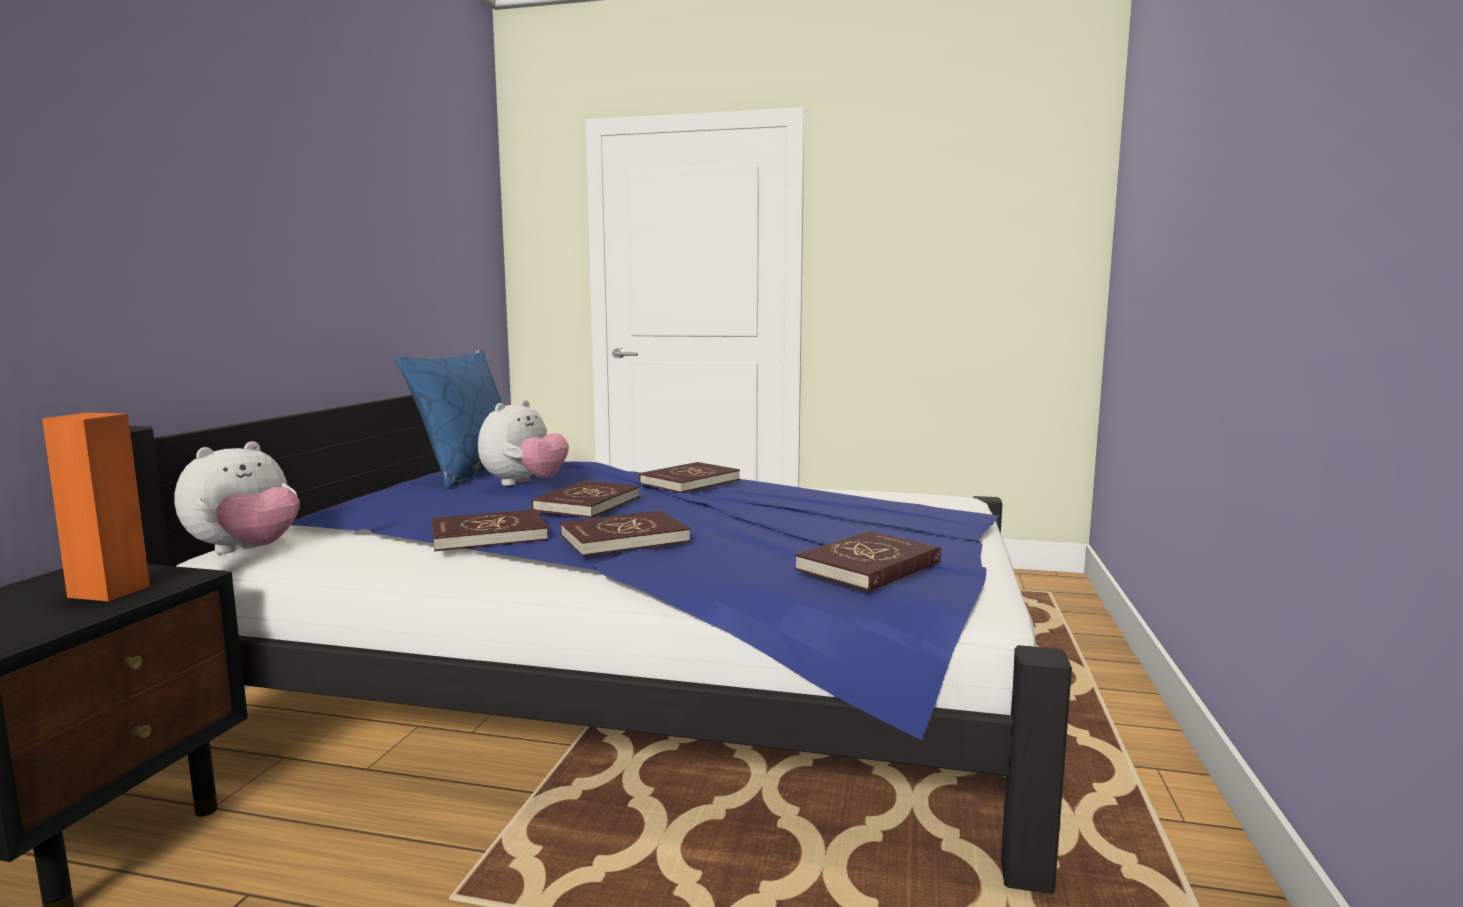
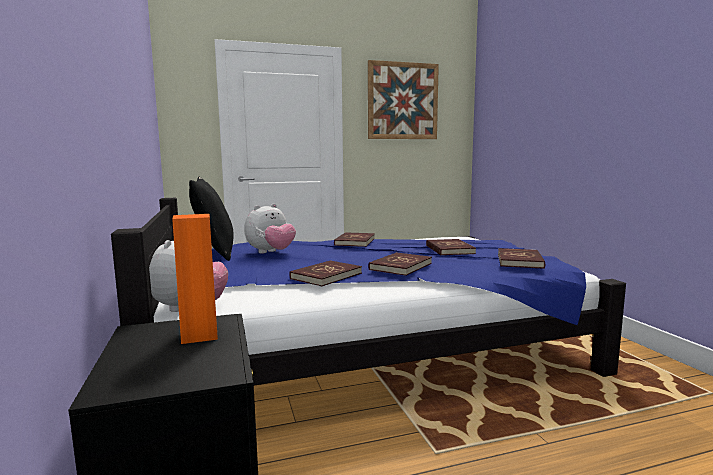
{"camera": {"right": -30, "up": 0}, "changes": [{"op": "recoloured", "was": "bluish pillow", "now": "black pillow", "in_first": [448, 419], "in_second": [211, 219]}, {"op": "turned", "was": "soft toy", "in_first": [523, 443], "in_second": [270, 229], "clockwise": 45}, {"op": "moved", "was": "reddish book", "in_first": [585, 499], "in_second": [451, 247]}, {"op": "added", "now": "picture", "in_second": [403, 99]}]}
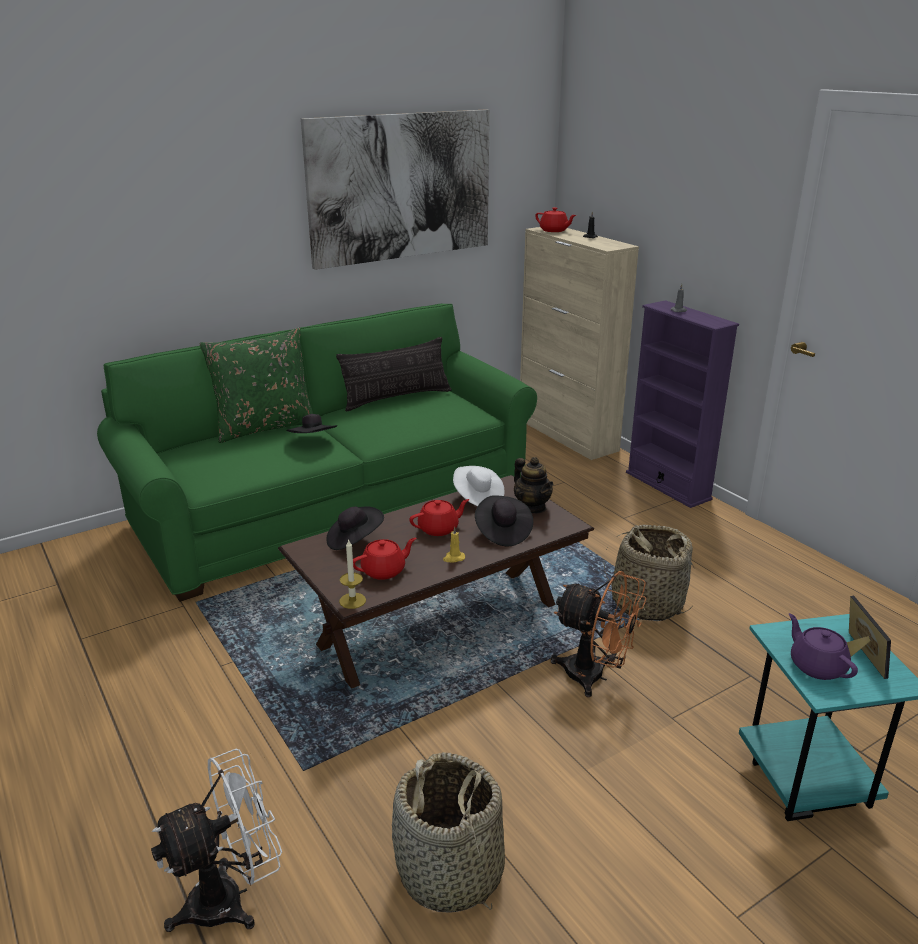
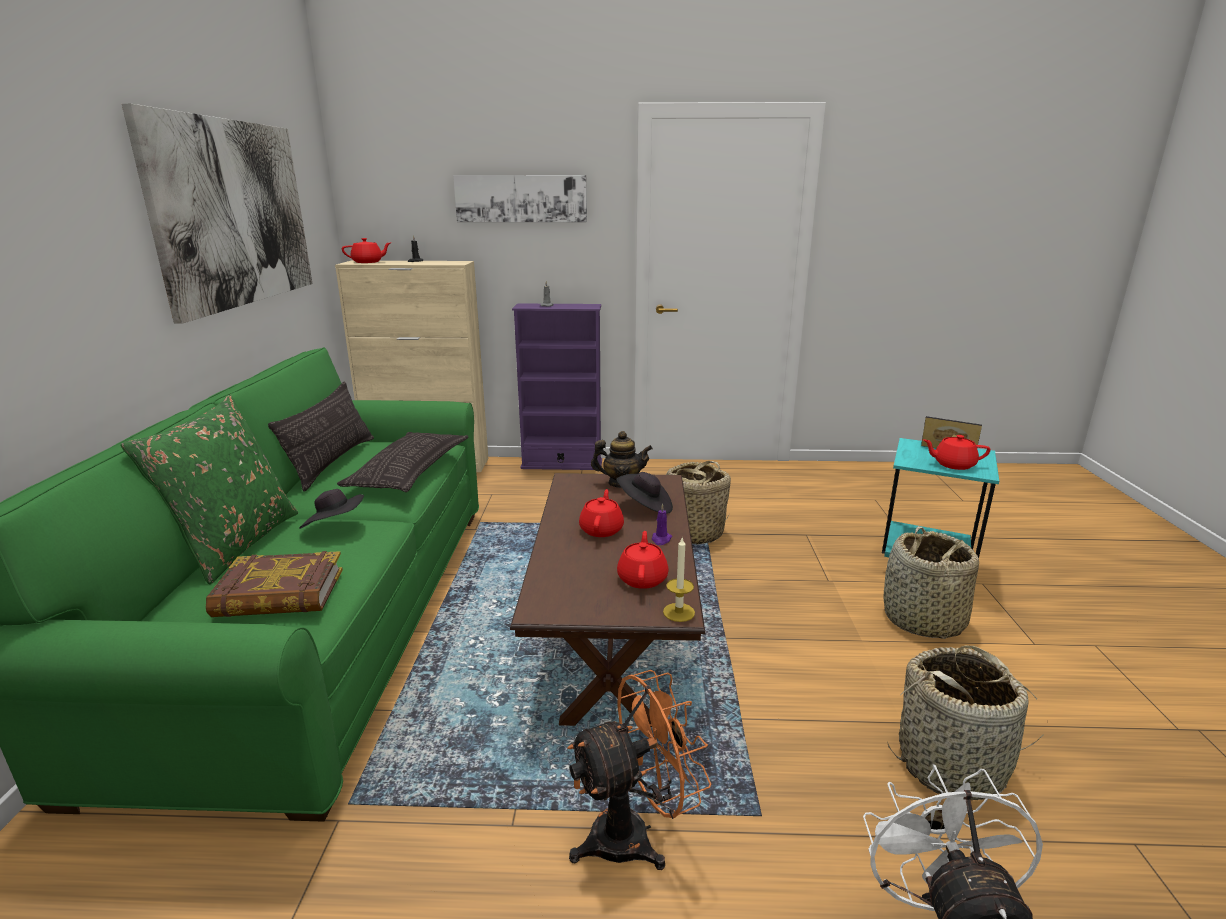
{"camera": {"right": -55, "up": -5}, "changes": [{"op": "removed", "was": "black wearable hat", "in_first": [355, 528]}, {"op": "recoloured", "was": "yellowish wax light", "now": "purplish wax light", "in_first": [454, 544], "in_second": [662, 524]}, {"op": "removed", "was": "white wearable hat", "in_first": [478, 486]}, {"op": "moved", "was": "orangey cooling fan", "in_first": [598, 634], "in_second": [639, 770]}, {"op": "recoloured", "was": "purplish pot for tea", "now": "reddish pot for tea", "in_first": [823, 646], "in_second": [957, 452]}, {"op": "added", "now": "book", "in_second": [274, 584]}, {"op": "added", "now": "pillow", "in_second": [402, 462]}, {"op": "added", "now": "picture", "in_second": [520, 198]}, {"op": "added", "now": "basket", "in_second": [931, 582]}]}
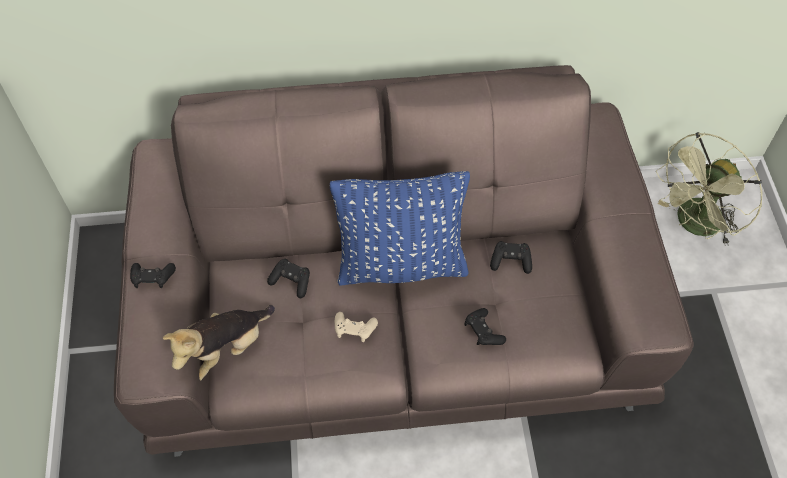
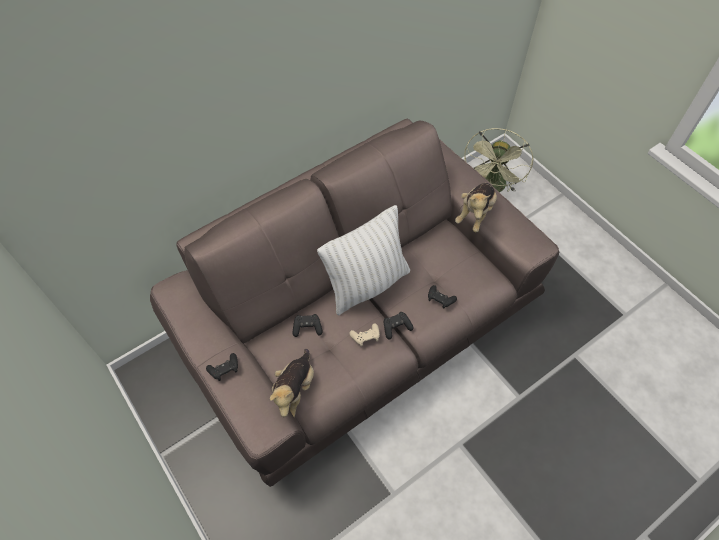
{"camera": {"right": -30, "up": 0}, "changes": [{"op": "recoloured", "was": "bluish pillow", "now": "white pillow", "in_first": [400, 228], "in_second": [363, 260]}, {"op": "moved", "was": "black joypad", "in_first": [511, 257], "in_second": [398, 326]}, {"op": "added", "now": "soft toy", "in_second": [476, 207]}]}
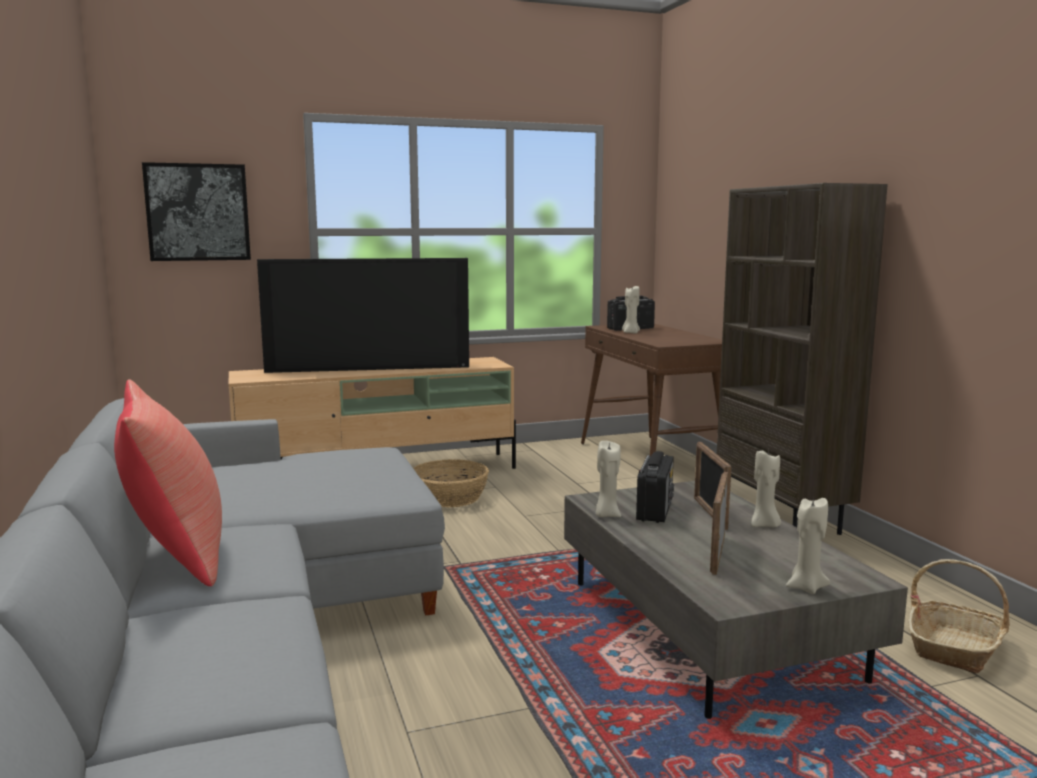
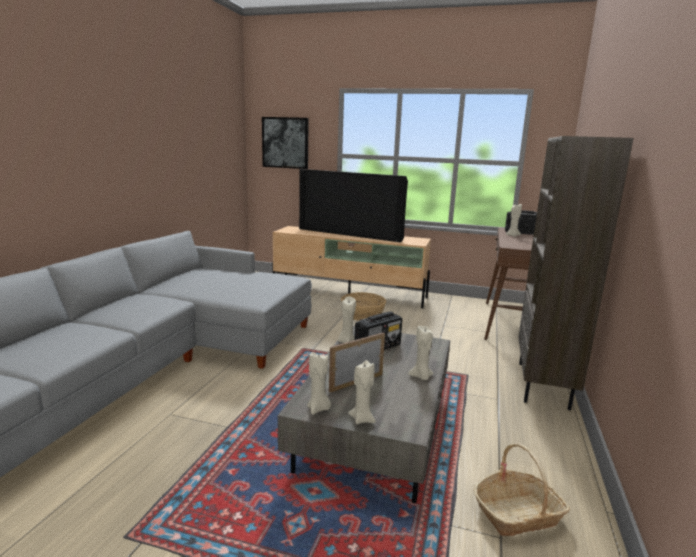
{"camera": {"right": 35, "up": 5}, "changes": [{"op": "removed", "was": "reddish pillow", "in_first": [168, 482]}, {"op": "removed", "was": "photo frame", "in_first": [712, 486]}, {"op": "added", "now": "beige-coloured wax light", "in_second": [319, 383]}]}
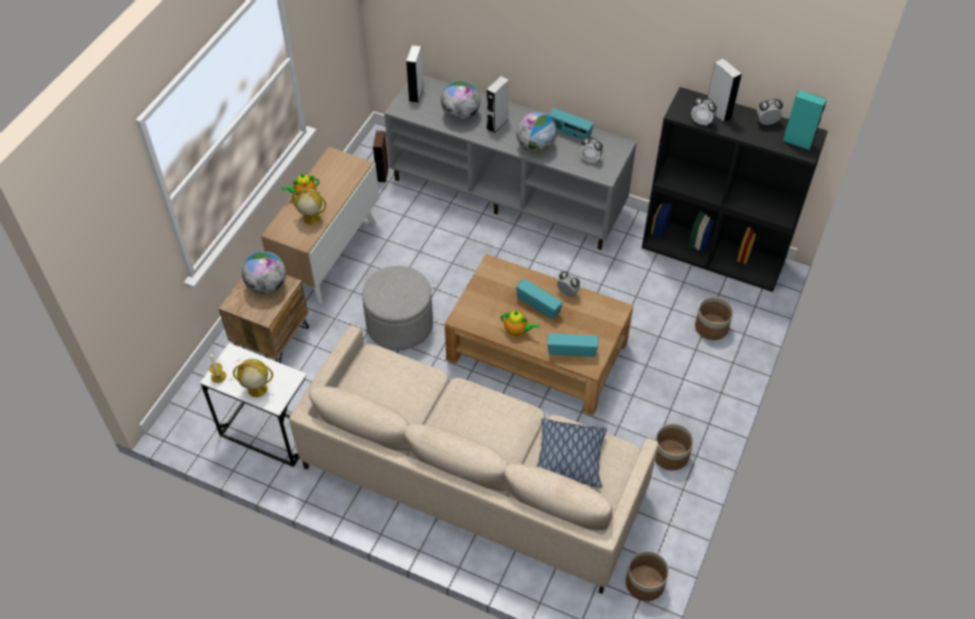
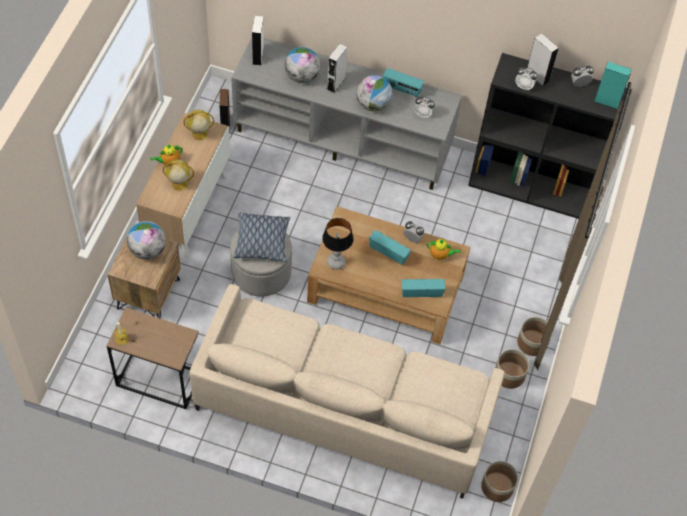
{"camera": {"right": -10, "up": 5}, "changes": [{"op": "recoloured", "was": "white accent table", "now": "brownish accent table", "in_first": [253, 405], "in_second": [152, 358]}, {"op": "moved", "was": "desk globe", "in_first": [253, 378], "in_second": [198, 125]}, {"op": "moved", "was": "pot for tea", "in_first": [520, 323], "in_second": [444, 249]}, {"op": "moved", "was": "pillow", "in_first": [572, 453], "in_second": [261, 237]}, {"op": "moved", "was": "flower pot", "in_first": [714, 318], "in_second": [534, 336]}, {"op": "added", "now": "lamp for a table", "in_second": [337, 244]}]}
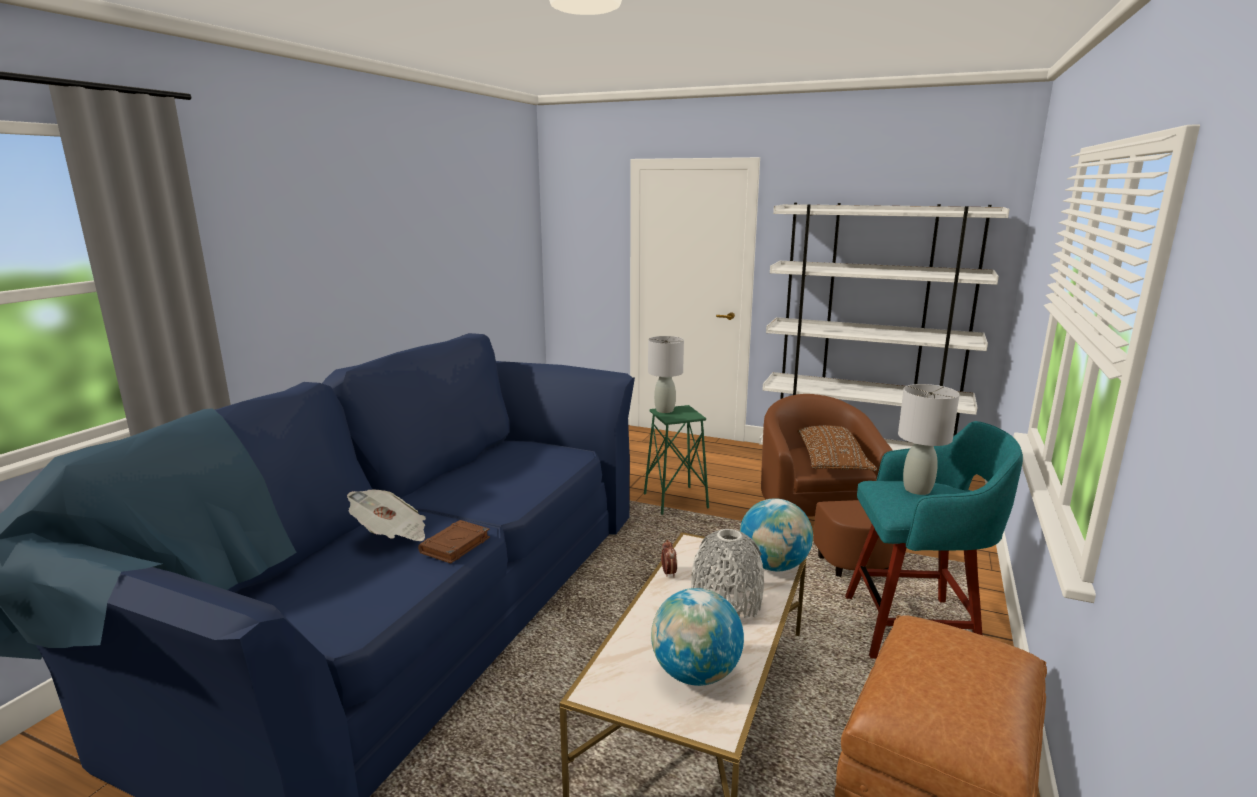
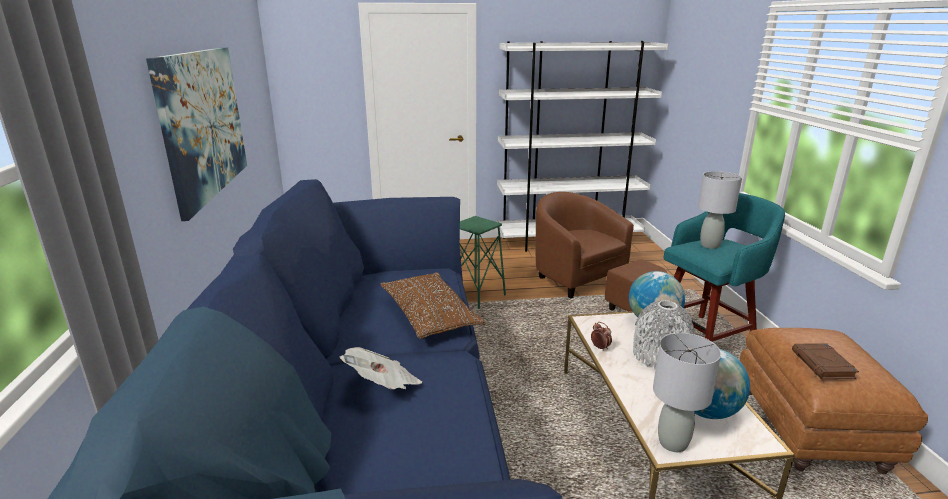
{"camera": {"right": -30, "up": 5}, "changes": [{"op": "moved", "was": "brownish book", "in_first": [454, 542], "in_second": [825, 361]}, {"op": "moved", "was": "gray lamp for a table", "in_first": [666, 374], "in_second": [687, 392]}, {"op": "moved", "was": "brownish pillow", "in_first": [837, 448], "in_second": [433, 305]}, {"op": "added", "now": "picture", "in_second": [196, 134]}]}
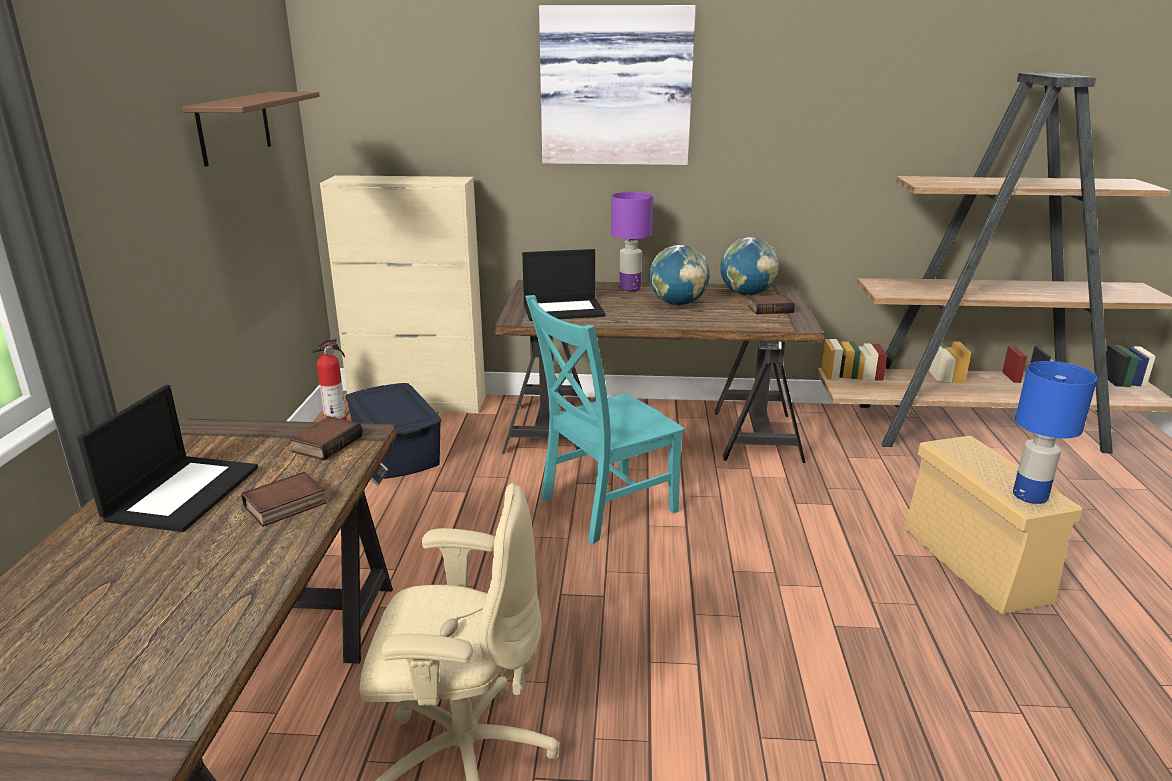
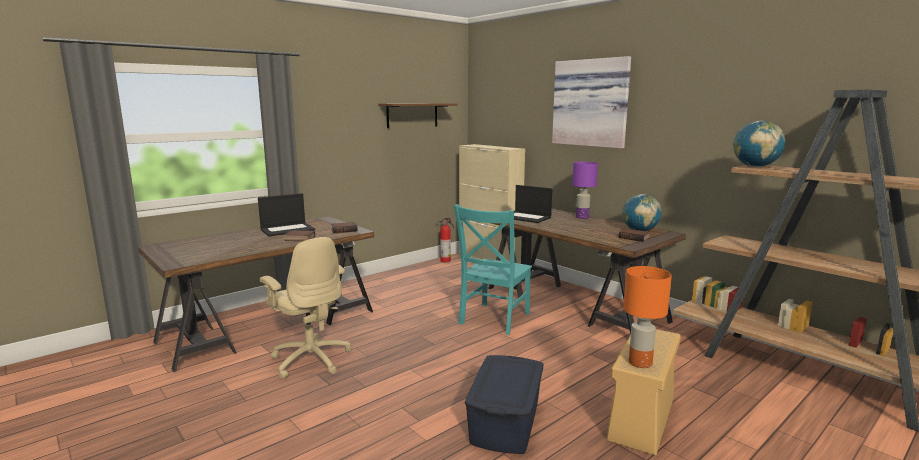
{"camera": {"right": 45, "up": -10}, "changes": [{"op": "moved", "was": "bluish storage box", "in_first": [393, 431], "in_second": [504, 404]}, {"op": "turned", "was": "turquoise upright chair", "in_first": [605, 419], "in_second": [493, 270], "clockwise": -75}, {"op": "moved", "was": "desk globe", "in_first": [679, 275], "in_second": [759, 144]}, {"op": "recoloured", "was": "bluish lamp for a table", "now": "orangey lamp for a table", "in_first": [1055, 432], "in_second": [647, 317]}]}
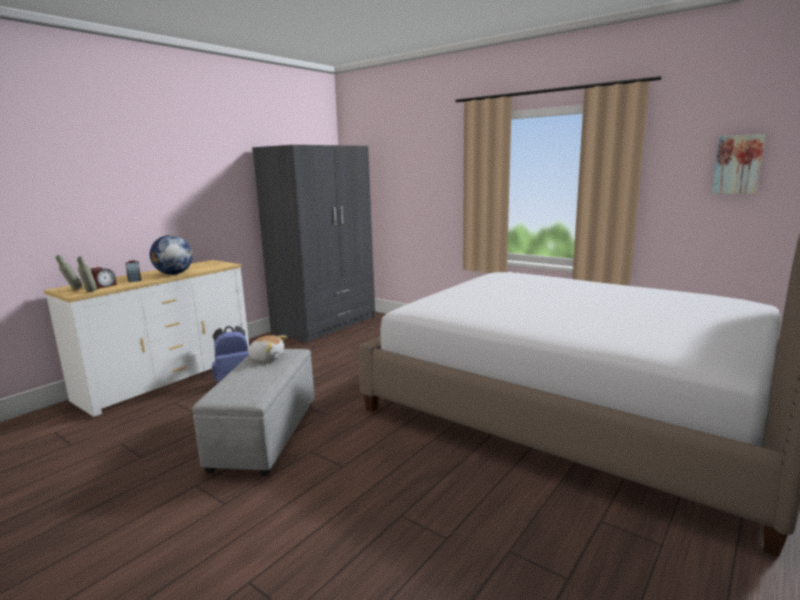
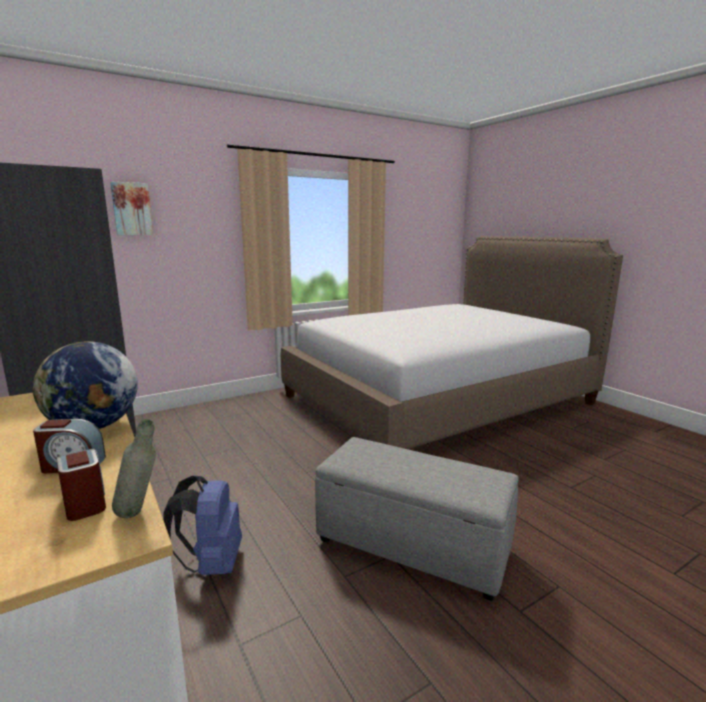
{"camera": {"right": -70, "up": 0}, "changes": [{"op": "removed", "was": "gray bottle", "in_first": [69, 272]}, {"op": "removed", "was": "soft toy", "in_first": [267, 348]}, {"op": "moved", "was": "picture", "in_first": [738, 164], "in_second": [131, 208]}]}
